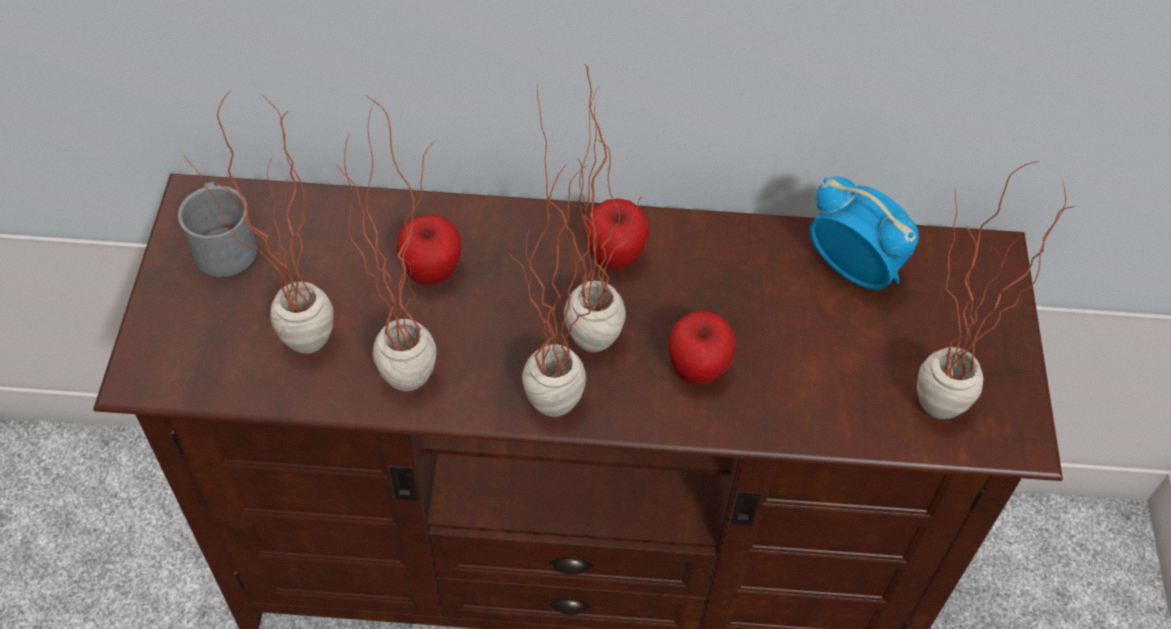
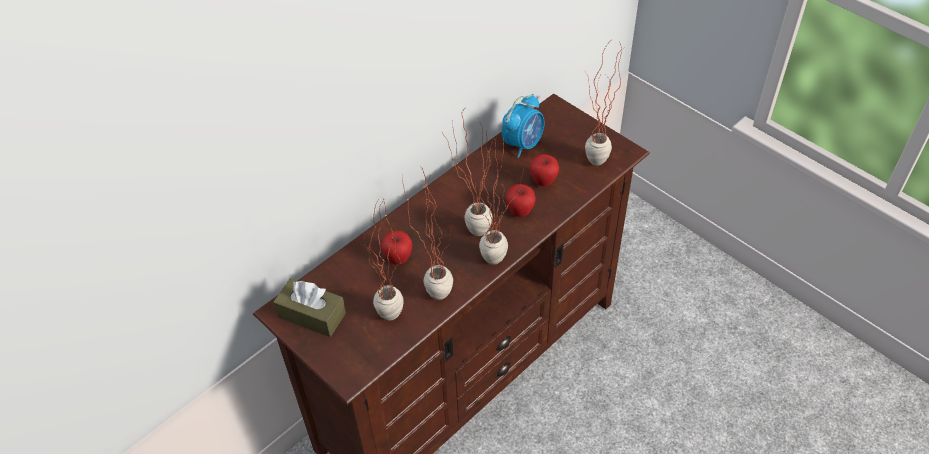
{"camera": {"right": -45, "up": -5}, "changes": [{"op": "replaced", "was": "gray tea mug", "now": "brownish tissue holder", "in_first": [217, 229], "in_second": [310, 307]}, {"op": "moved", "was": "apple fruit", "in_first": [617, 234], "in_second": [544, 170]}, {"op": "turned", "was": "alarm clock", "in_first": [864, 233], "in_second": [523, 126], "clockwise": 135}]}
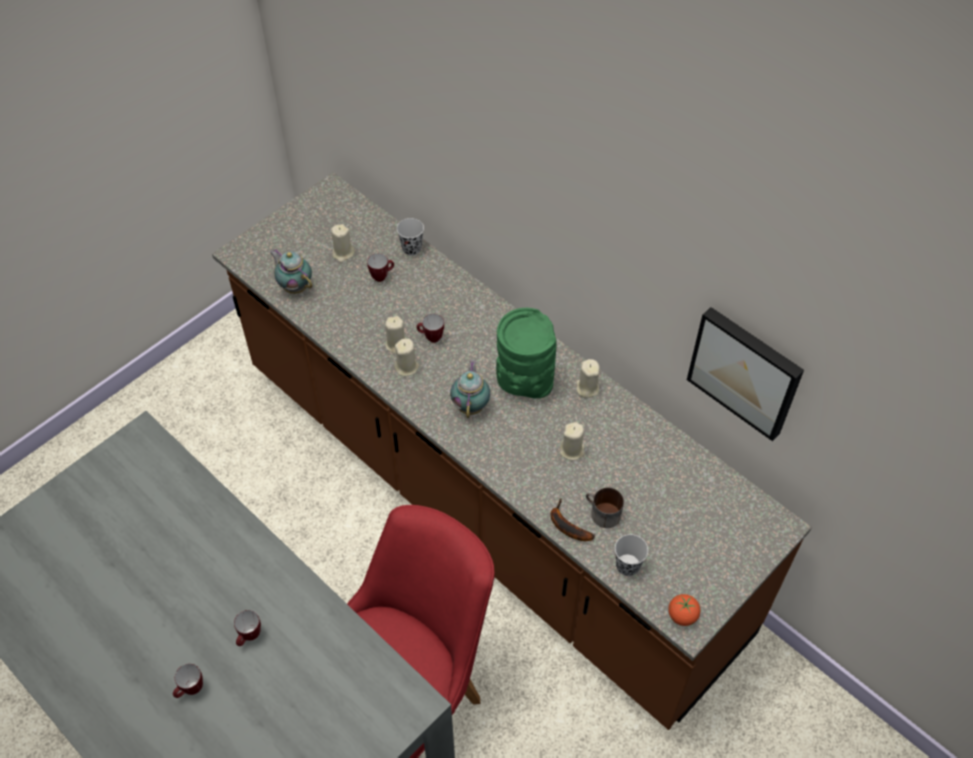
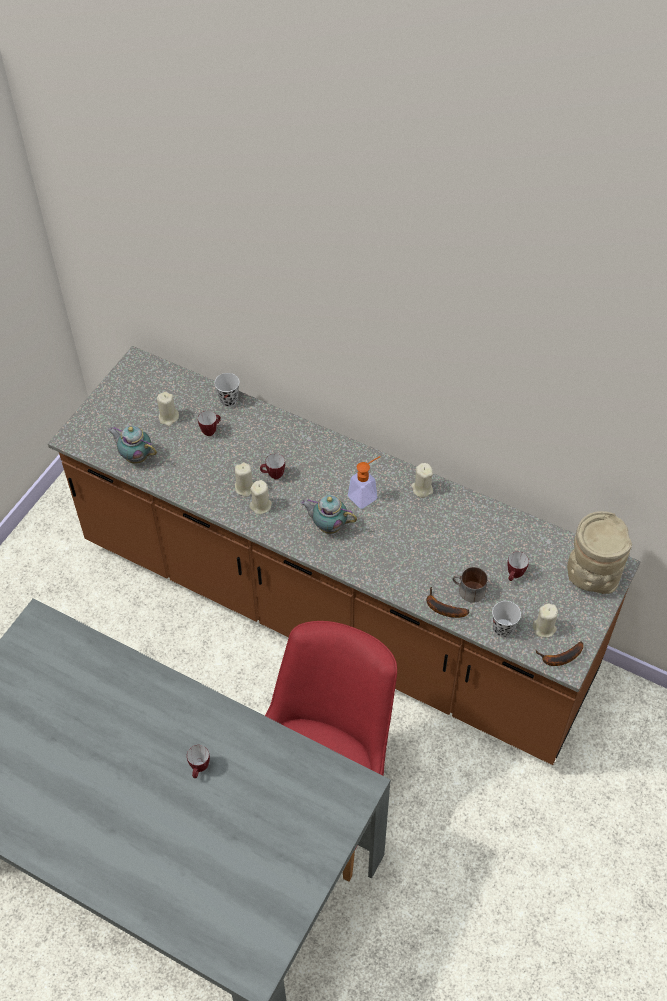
{"camera": {"right": -15, "up": 0}, "changes": [{"op": "moved", "was": "tea mug", "in_first": [188, 681], "in_second": [518, 566]}, {"op": "turned", "was": "pot for tea", "in_first": [470, 389], "in_second": [328, 514], "clockwise": -60}, {"op": "replaced", "was": "green-coloured decorative vase", "now": "soap dispenser", "in_first": [526, 353], "in_second": [364, 482]}, {"op": "moved", "was": "beige-coloured wax light", "in_first": [572, 441], "in_second": [545, 621]}, {"op": "replaced", "was": "fresh tomato", "now": "banana fruit", "in_first": [684, 610], "in_second": [559, 653]}, {"op": "removed", "was": "picture", "in_first": [745, 374]}, {"op": "added", "now": "beige-coloured decorative vase", "in_second": [599, 552]}]}
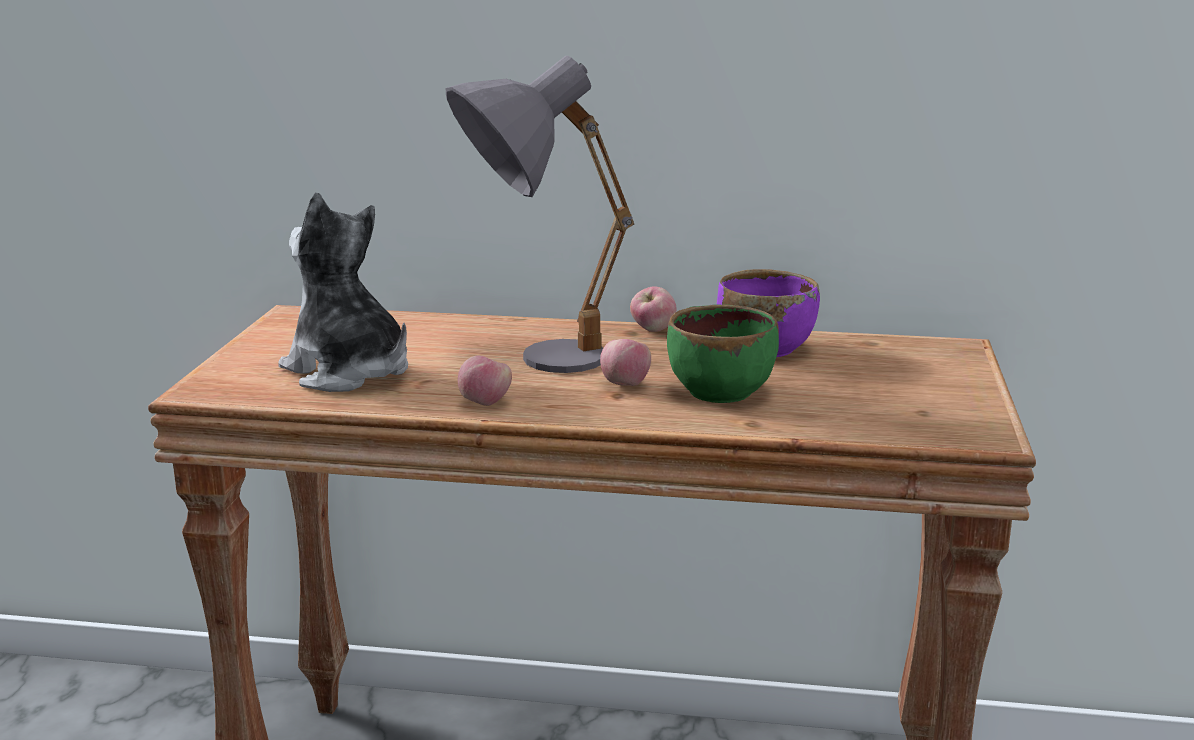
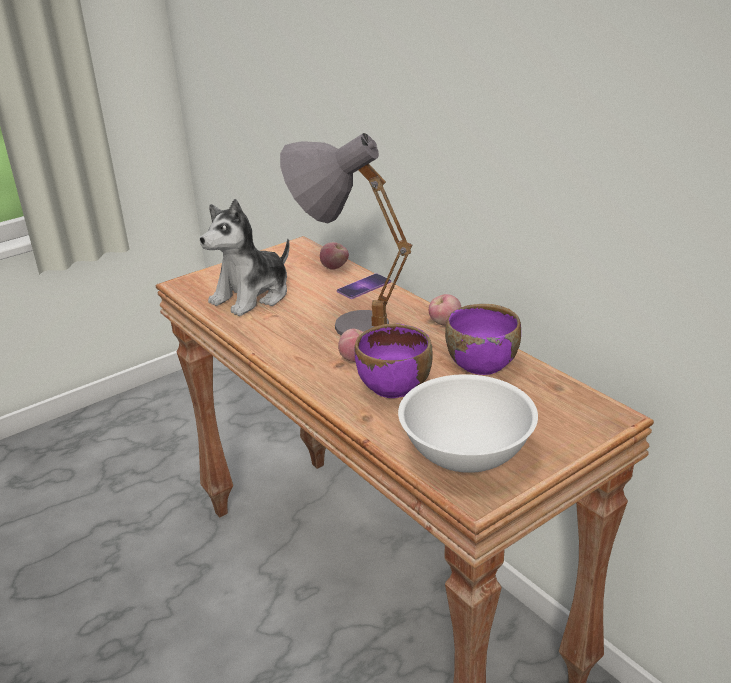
{"camera": {"right": 45, "up": 10}, "changes": [{"op": "turned", "was": "soft toy", "in_first": [343, 292], "in_second": [245, 257], "clockwise": -135}, {"op": "moved", "was": "apple fruit", "in_first": [484, 381], "in_second": [334, 256]}, {"op": "recoloured", "was": "green-coloured deep dish", "now": "purplish deep dish", "in_first": [723, 354], "in_second": [393, 361]}, {"op": "added", "now": "handset", "in_second": [364, 286]}, {"op": "added", "now": "white deep dish", "in_second": [468, 423]}]}
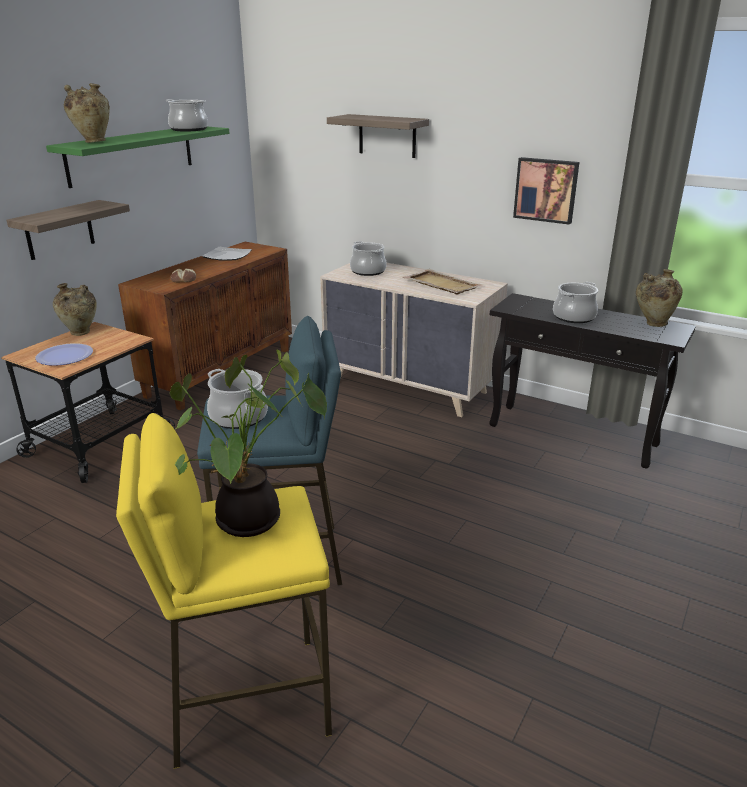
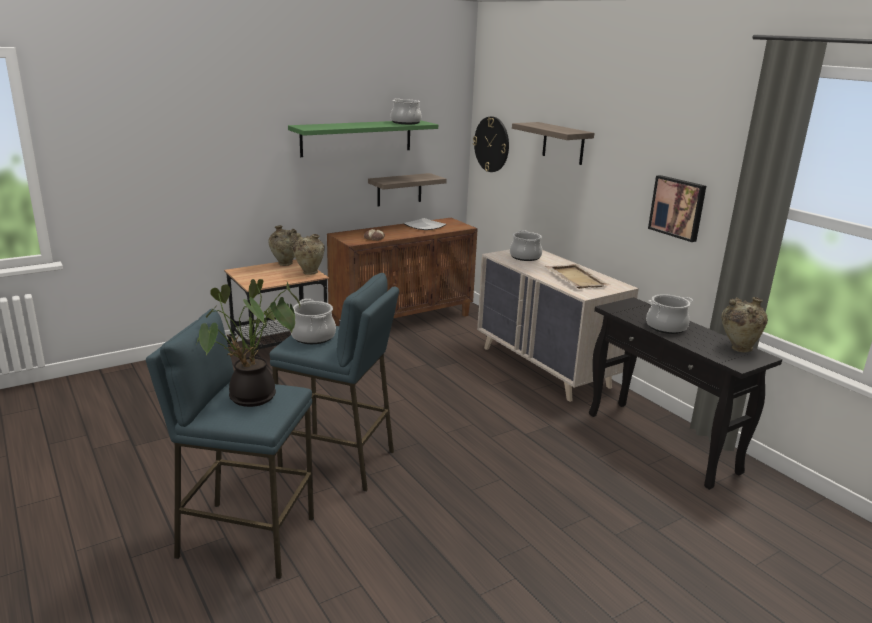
{"camera": {"right": 25, "up": -5}, "changes": [{"op": "moved", "was": "shelf", "in_first": [68, 230], "in_second": [407, 190]}, {"op": "removed", "was": "dinner plate", "in_first": [64, 354]}, {"op": "moved", "was": "beige-coloured decorative vase", "in_first": [87, 113], "in_second": [309, 254]}, {"op": "recoloured", "was": "yellowish sitting stool", "now": "bluish sitting stool", "in_first": [224, 591], "in_second": [230, 444]}, {"op": "added", "now": "clock on the wall", "in_second": [491, 144]}]}
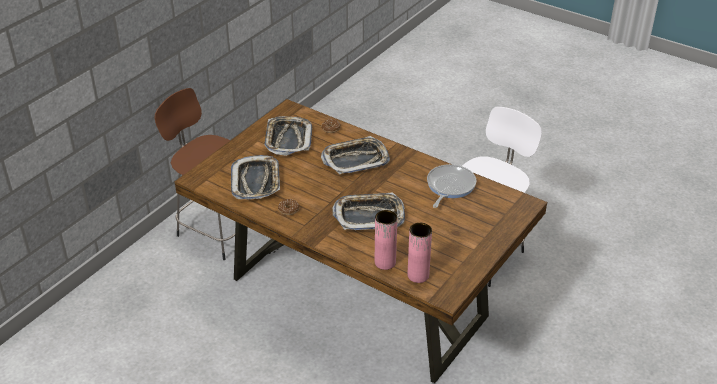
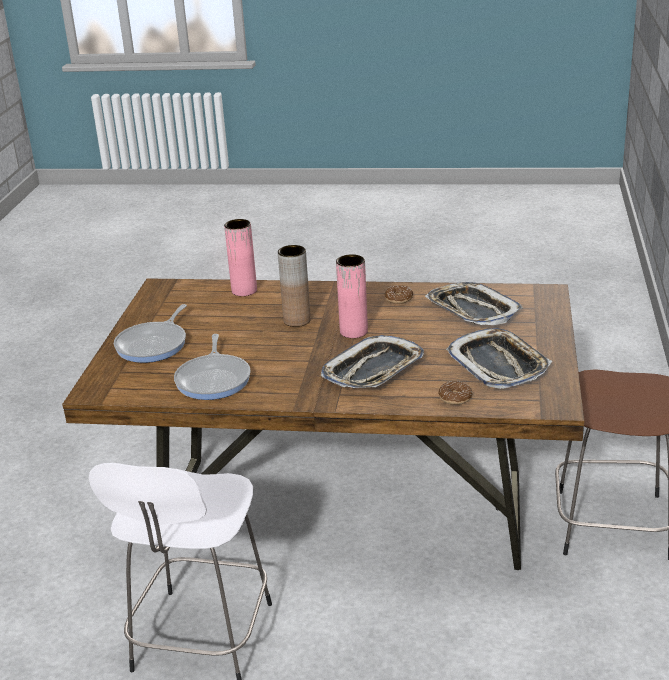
{"camera": {"right": 155, "up": -10}, "changes": [{"op": "replaced", "was": "serving tray", "now": "brownish decorative vase", "in_first": [368, 211], "in_second": [294, 286]}, {"op": "moved", "was": "pinkish decorative vase", "in_first": [419, 253], "in_second": [352, 296]}, {"op": "added", "now": "skillet", "in_second": [150, 333]}]}
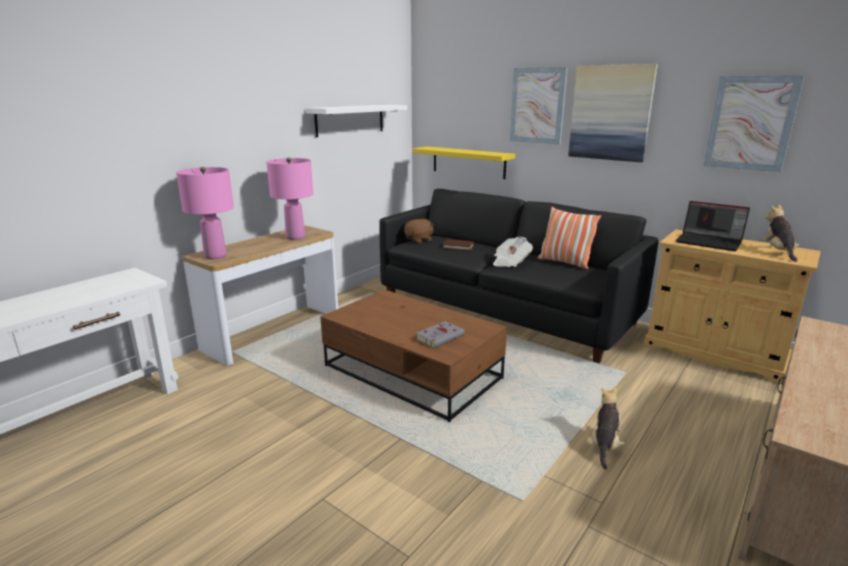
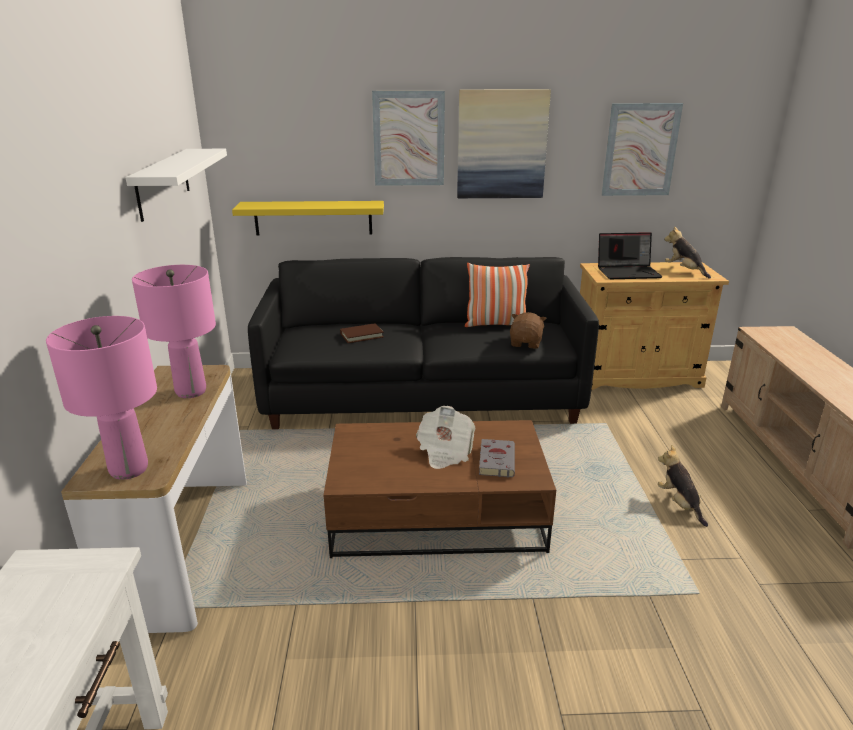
{"camera": {"right": -40, "up": 5}, "changes": [{"op": "moved", "was": "brownish soft toy", "in_first": [419, 231], "in_second": [528, 330]}, {"op": "moved", "was": "daily paper", "in_first": [513, 252], "in_second": [446, 437]}]}
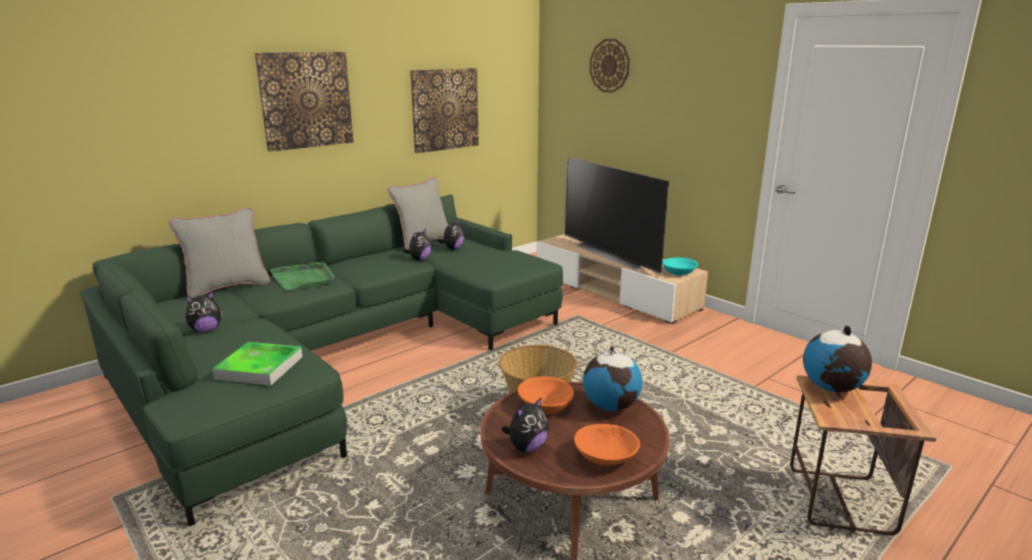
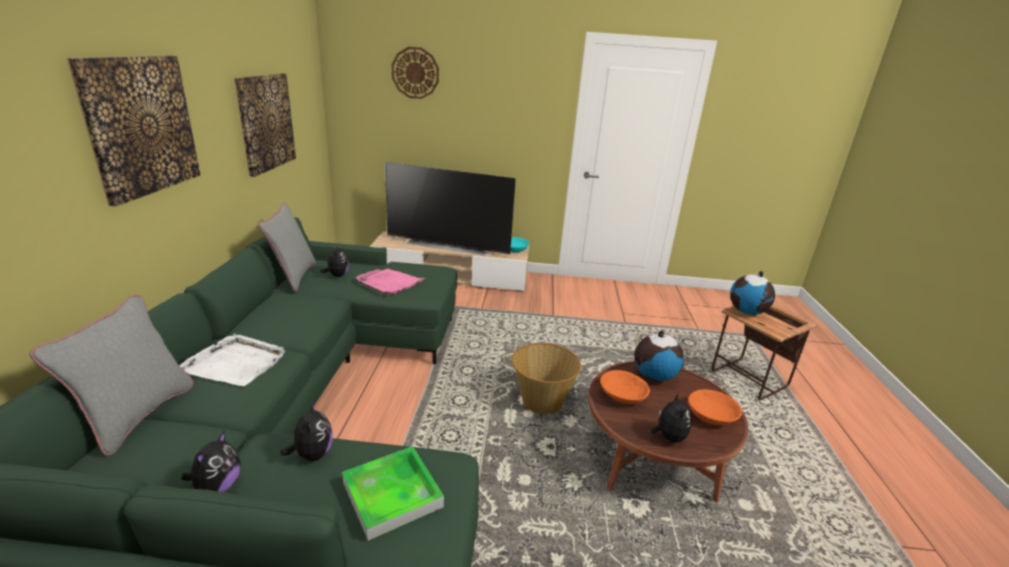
{"camera": {"right": -45, "up": 5}, "changes": [{"op": "recoloured", "was": "green-coloured serving tray", "now": "white serving tray", "in_first": [302, 275], "in_second": [232, 360]}, {"op": "moved", "was": "soft toy", "in_first": [418, 244], "in_second": [307, 431]}, {"op": "added", "now": "pinkish serving tray", "in_second": [390, 282]}]}
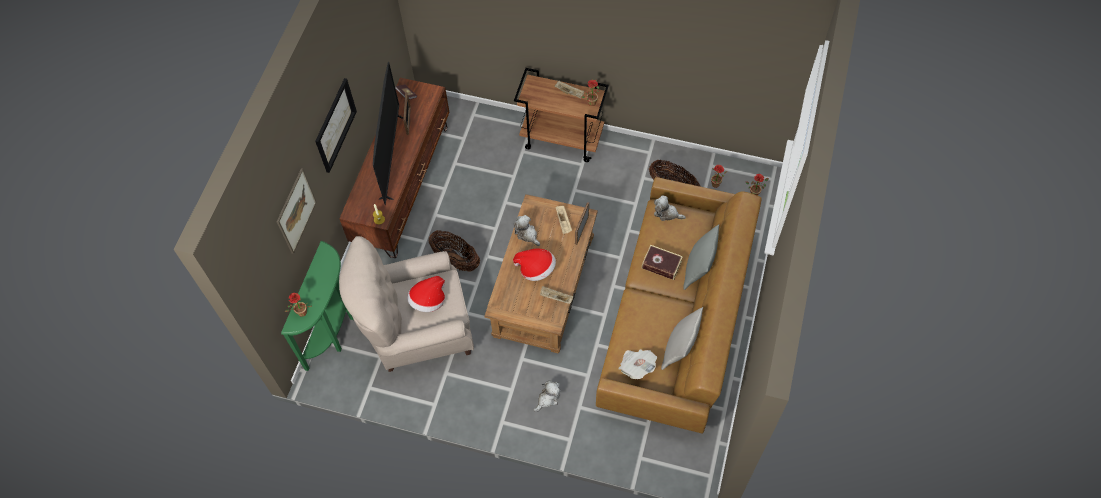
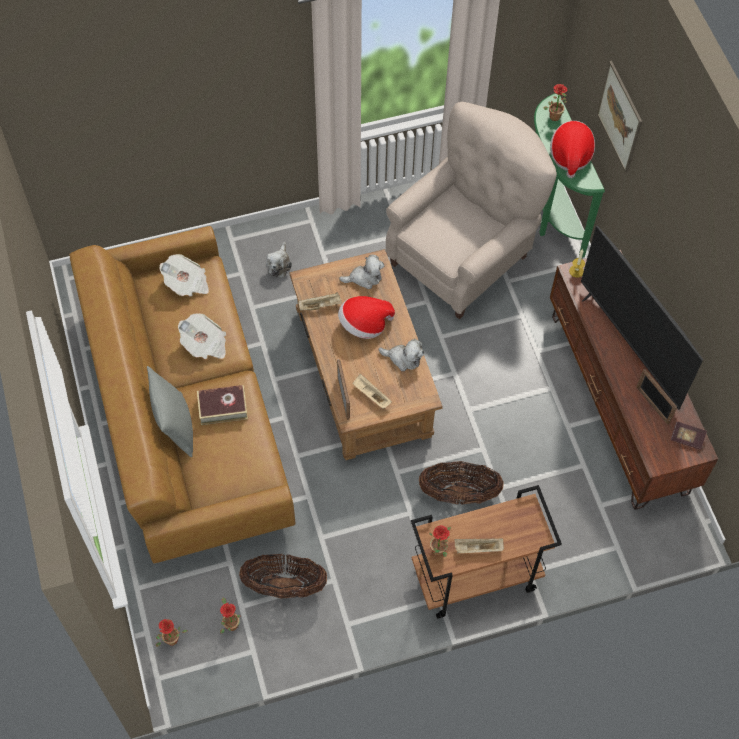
{"camera": {"right": 145, "up": 0}, "changes": [{"op": "removed", "was": "picture", "in_first": [336, 125]}, {"op": "moved", "was": "wearable hat", "in_first": [426, 294], "in_second": [572, 149]}, {"op": "moved", "was": "basket", "in_first": [454, 251], "in_second": [461, 483]}, {"op": "moved", "was": "soft toy", "in_first": [670, 208], "in_second": [361, 271]}, {"op": "removed", "was": "gray pillow", "in_first": [682, 338]}, {"op": "added", "now": "daily paper", "in_second": [202, 336]}]}
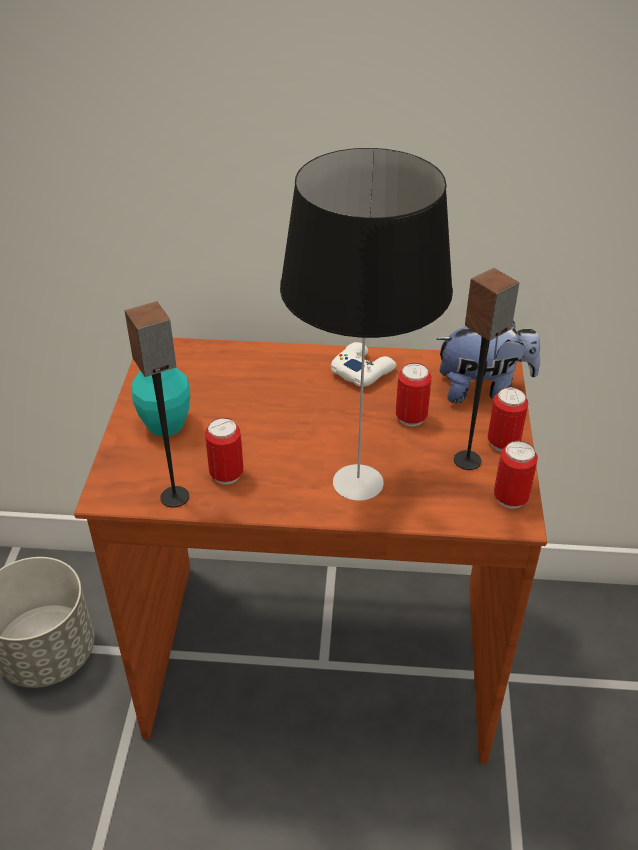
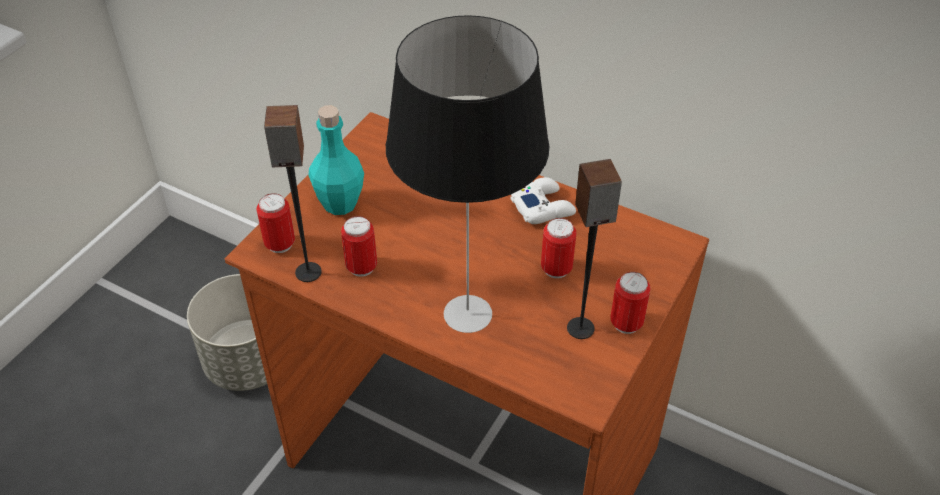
{"camera": {"right": 25, "up": 5}, "changes": [{"op": "removed", "was": "soft toy", "in_first": [488, 362]}, {"op": "moved", "was": "metal can", "in_first": [516, 475], "in_second": [276, 223]}]}
